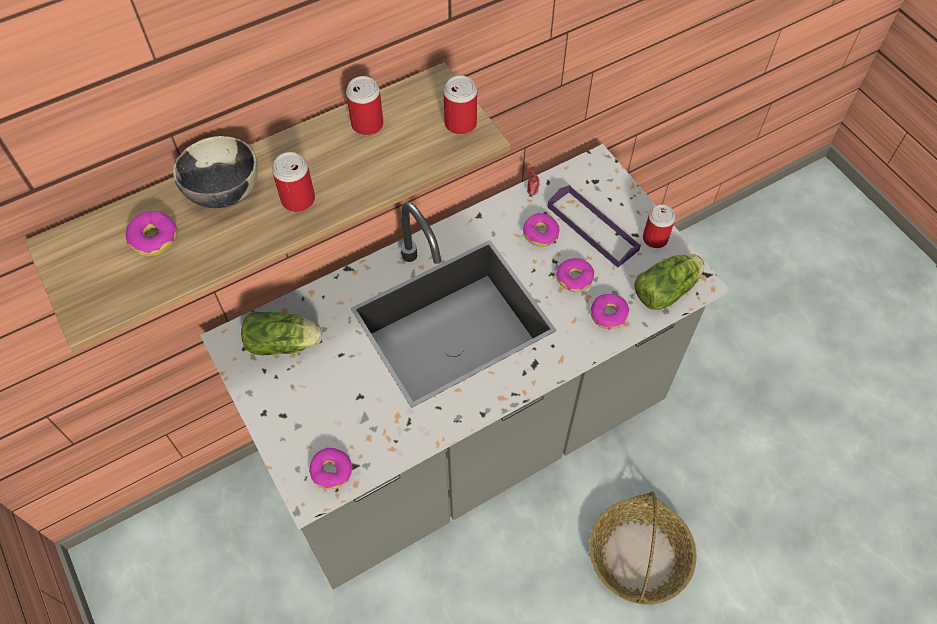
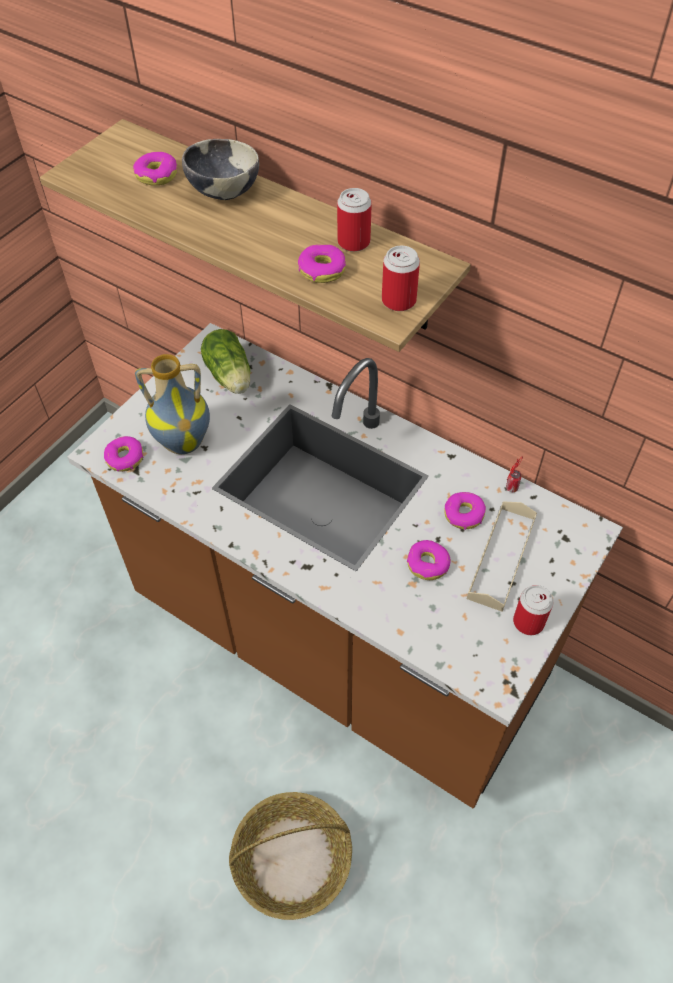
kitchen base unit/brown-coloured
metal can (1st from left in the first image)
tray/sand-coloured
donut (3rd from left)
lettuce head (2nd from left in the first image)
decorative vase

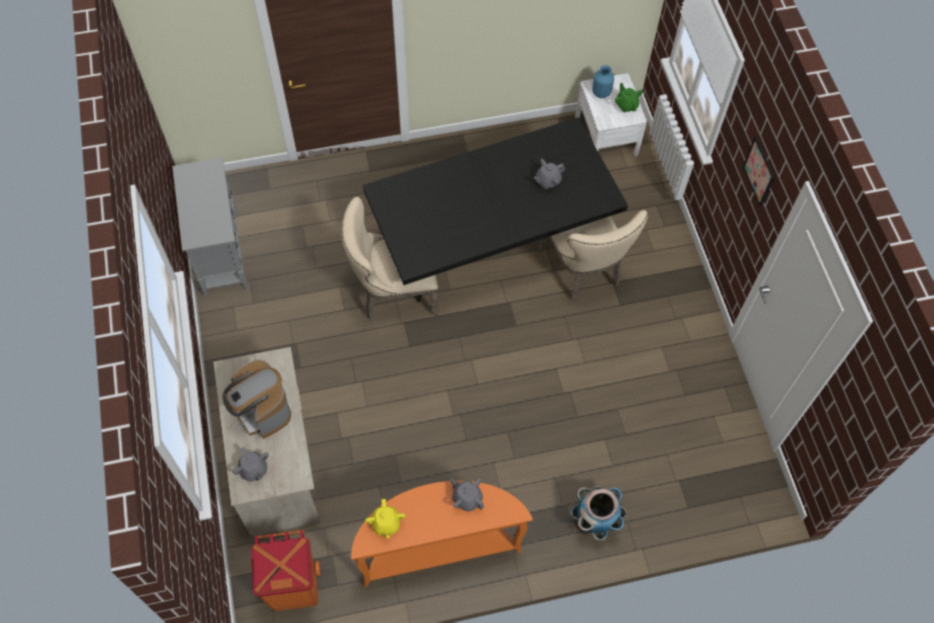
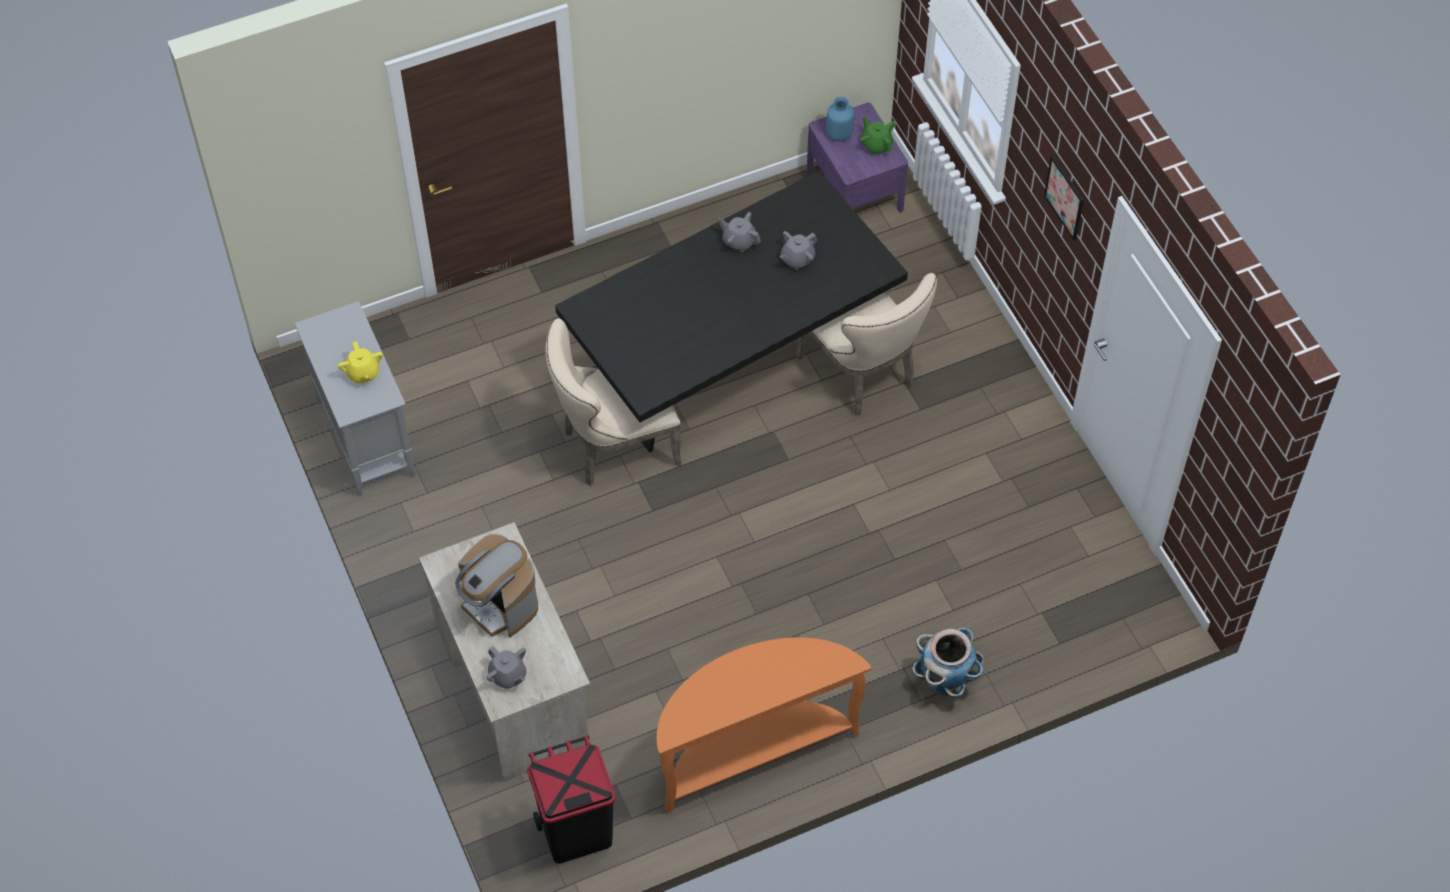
waste bin/black
teapot/yellow
teapot/greyish (2nd from left)
night table/purple-coloured

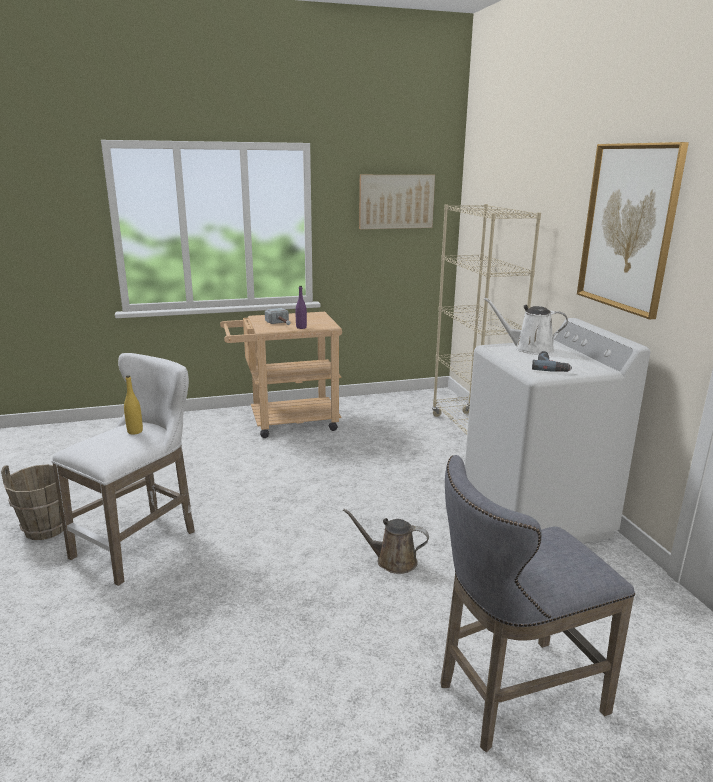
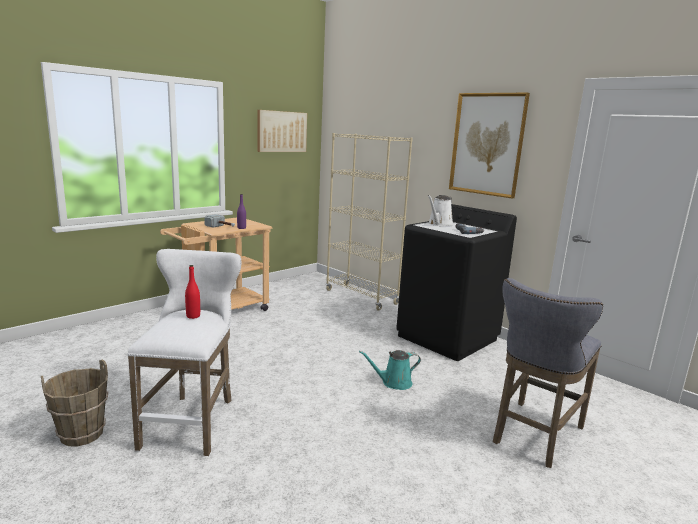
drink bottle/red
sprinkling can/turquoise-coloured
washing machine/black
sprinkling can/whitish

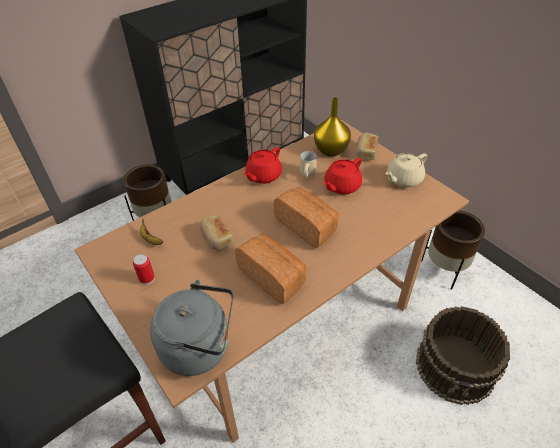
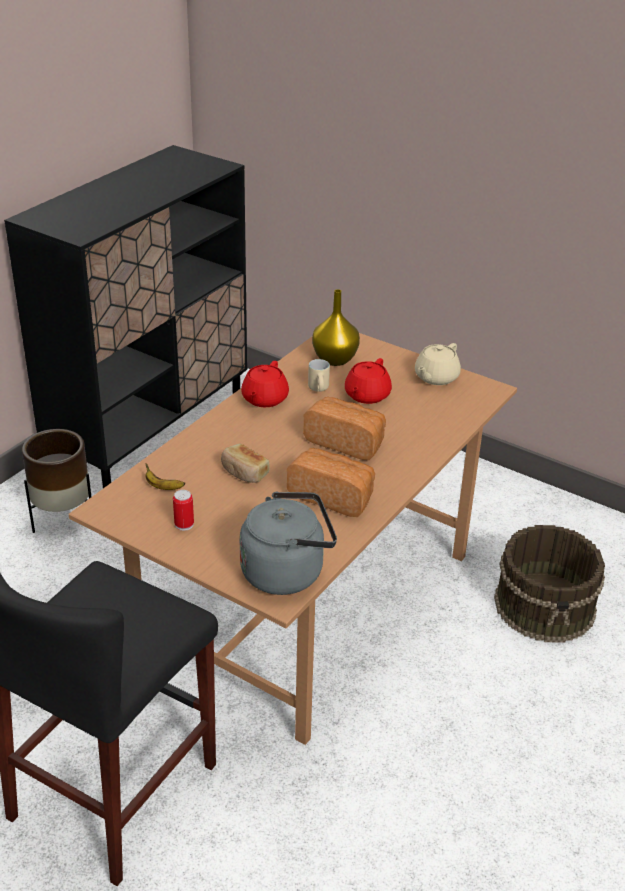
baked bread (4th from left in the first image)
planter/brown-coloured (2nd from left in the first image)

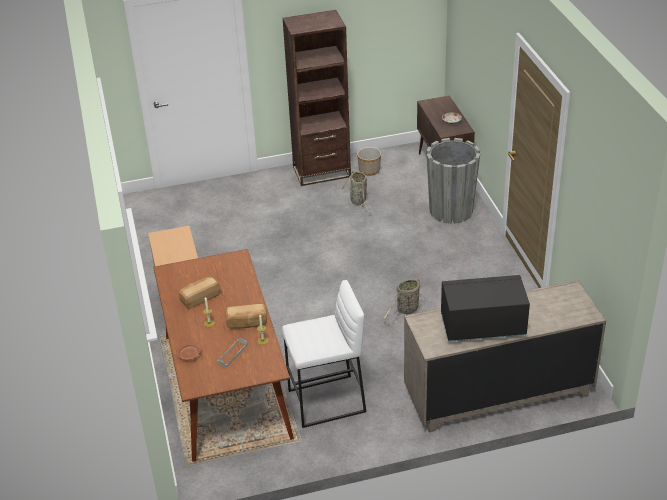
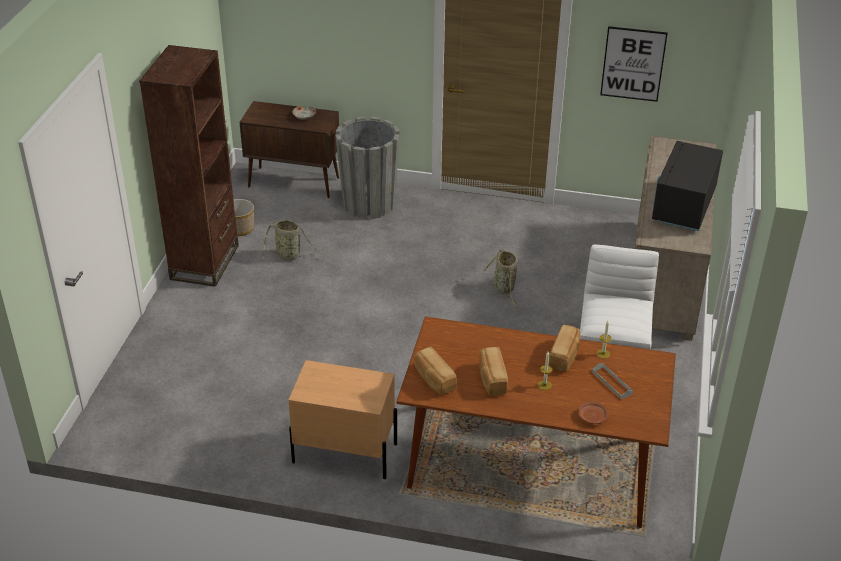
baked bread (1st from left)
picture

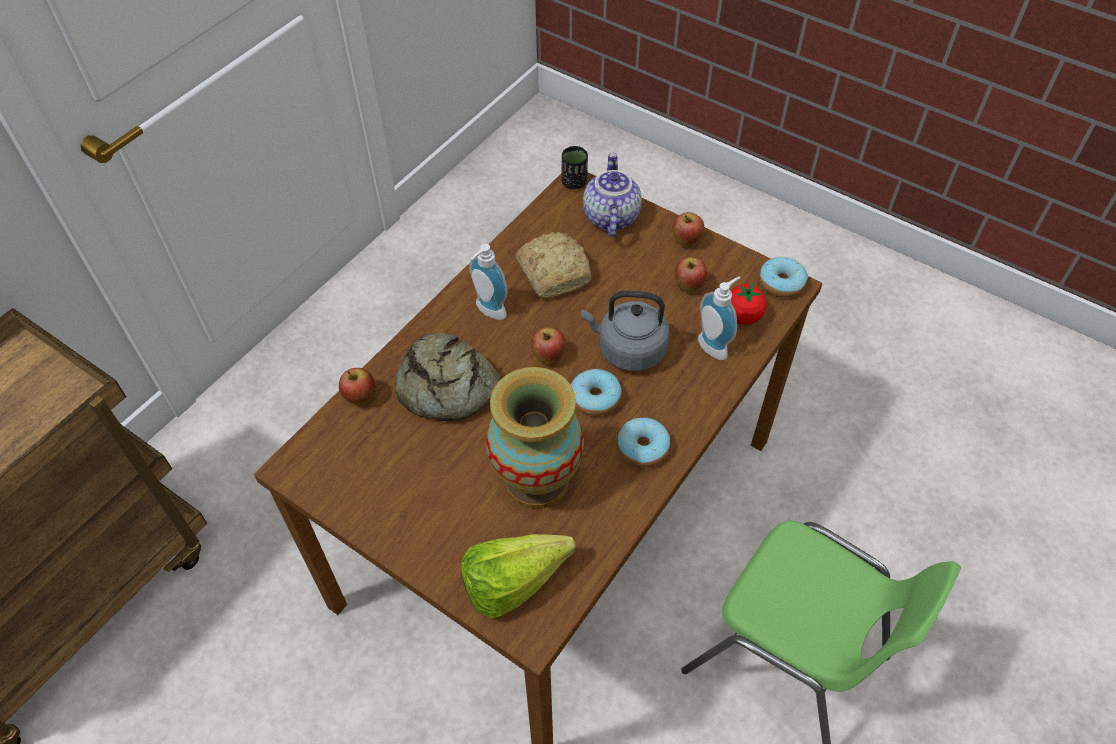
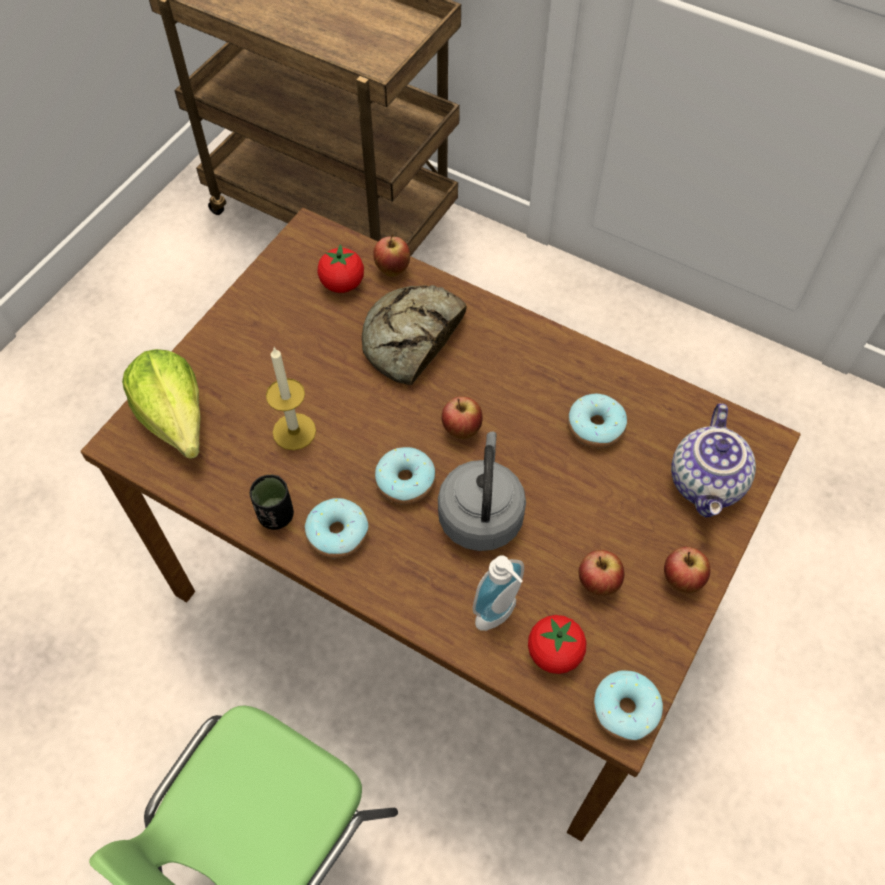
soap dispenser (1st from left in the first image)
wax candle
donut (3rd from left)
drinking cup/black
teapot
fresh tomato (1st from left)

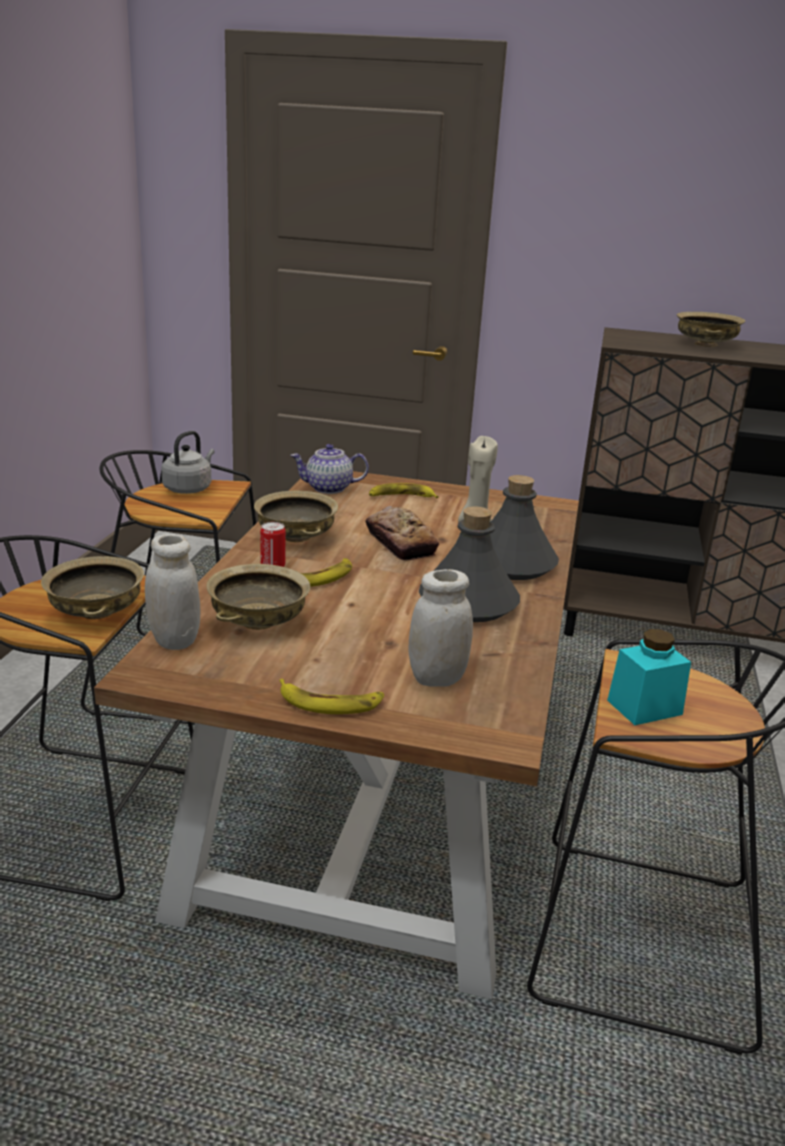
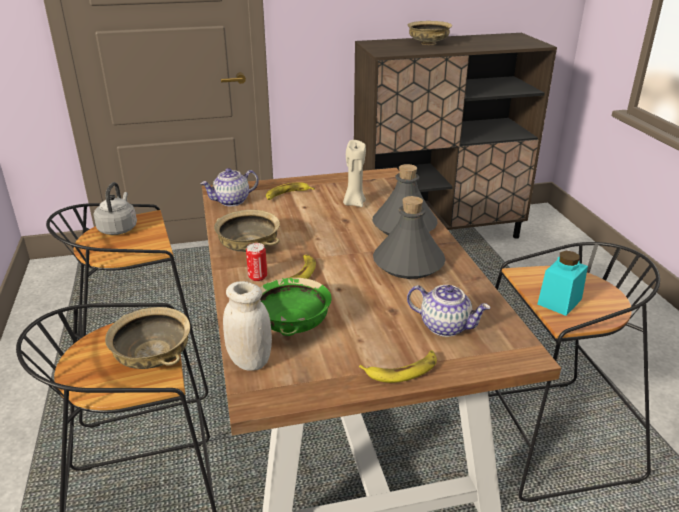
deep dish/green-coloured
baked bread
teapot (2nd from left)

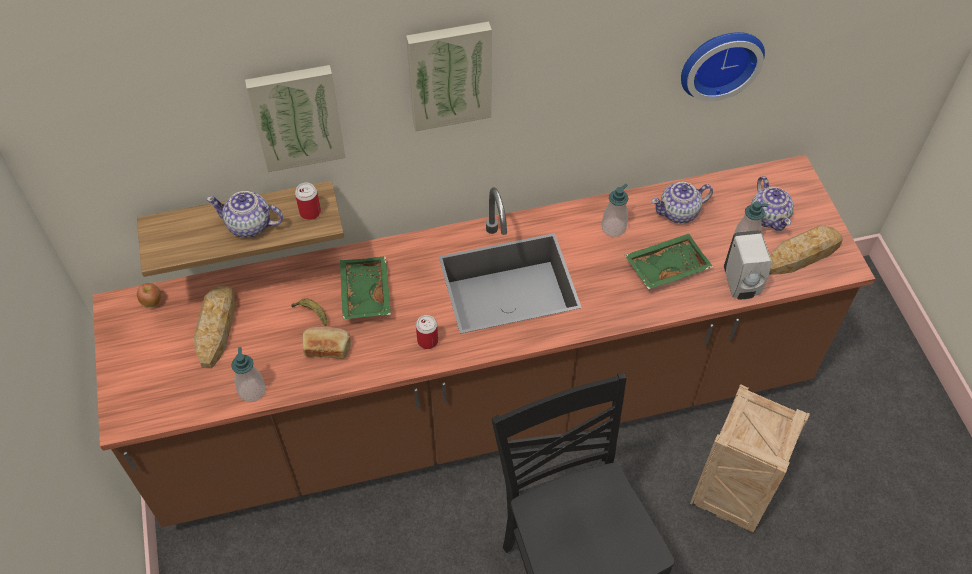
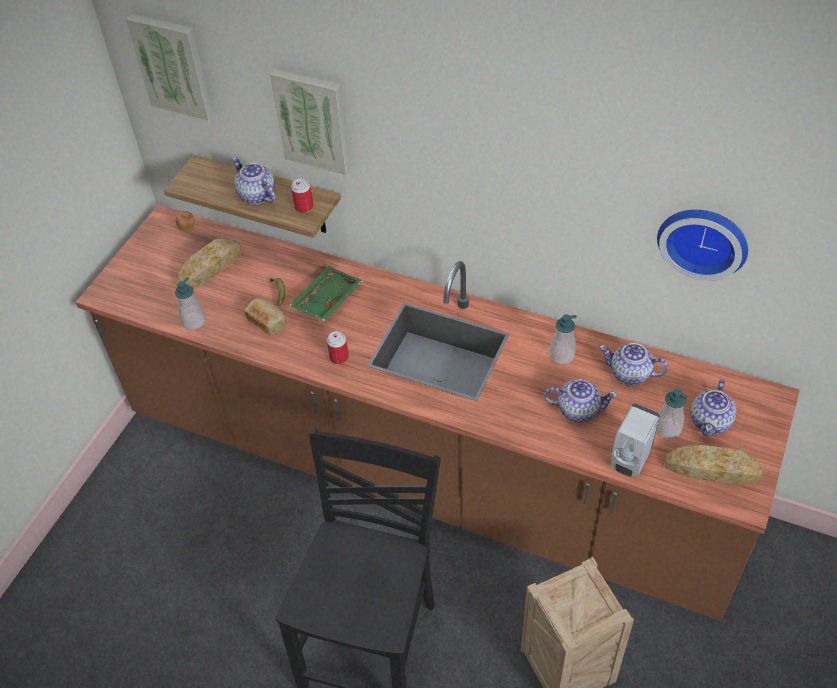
picture (1st from left)
teapot (2nd from left)

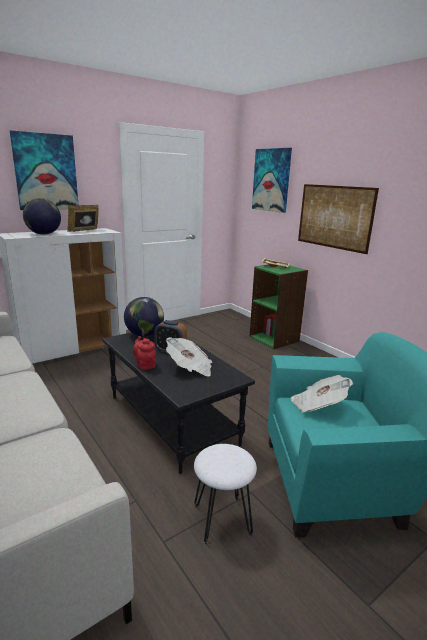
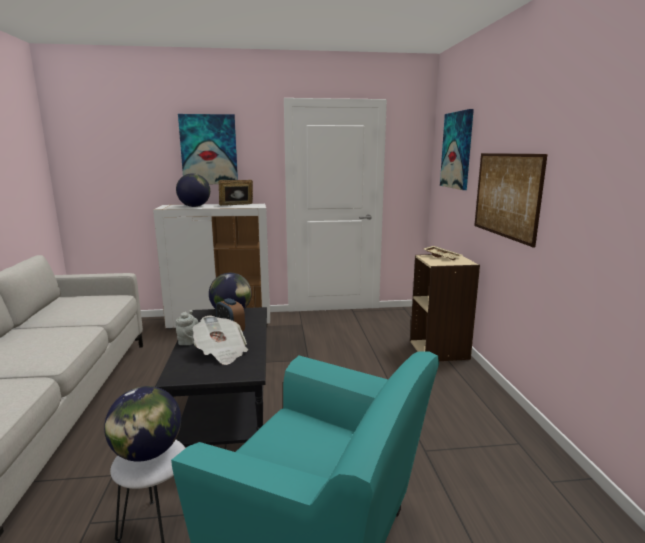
teapot/greyish
shelving unit/sand-coloured
printed paper (2nd from left in the first image)
globe (1st from left)

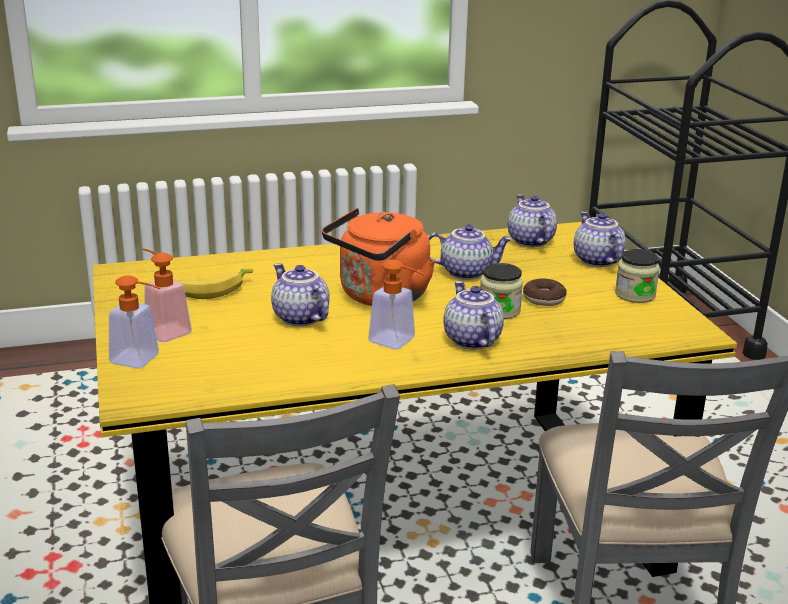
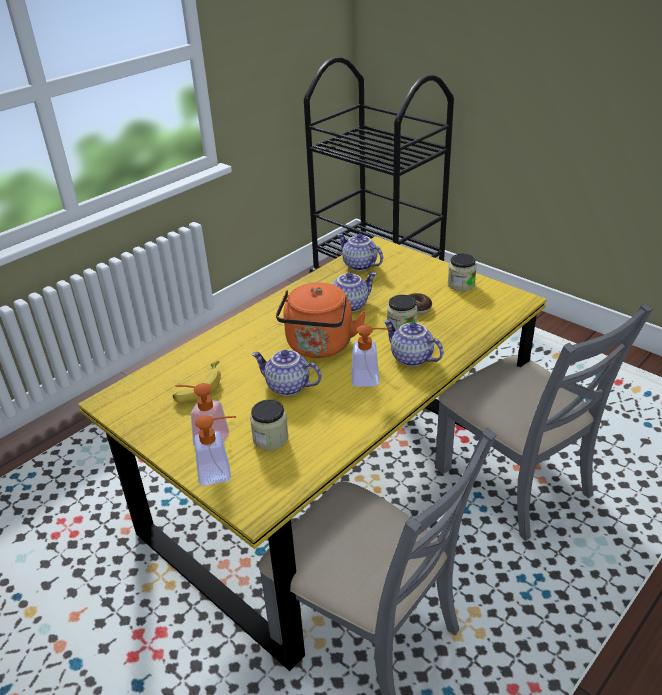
teapot (5th from left in the first image)
preserve jar (1st from left)

